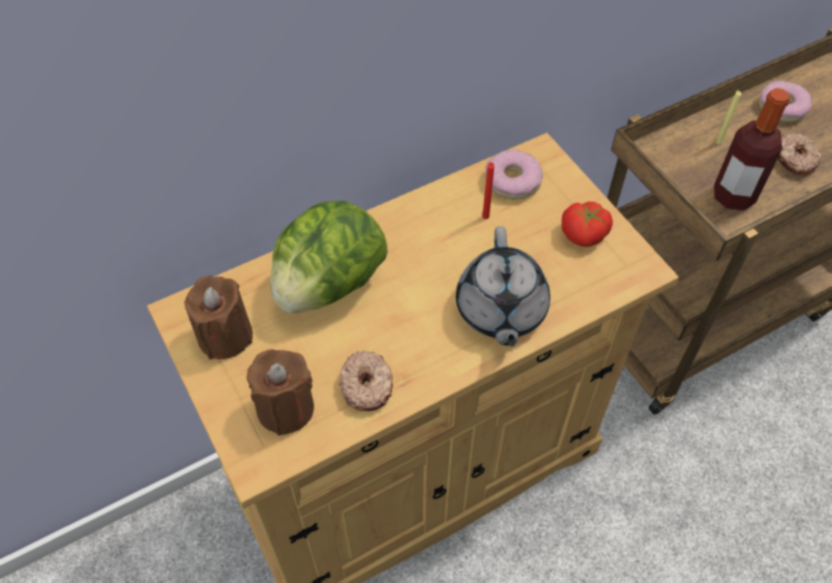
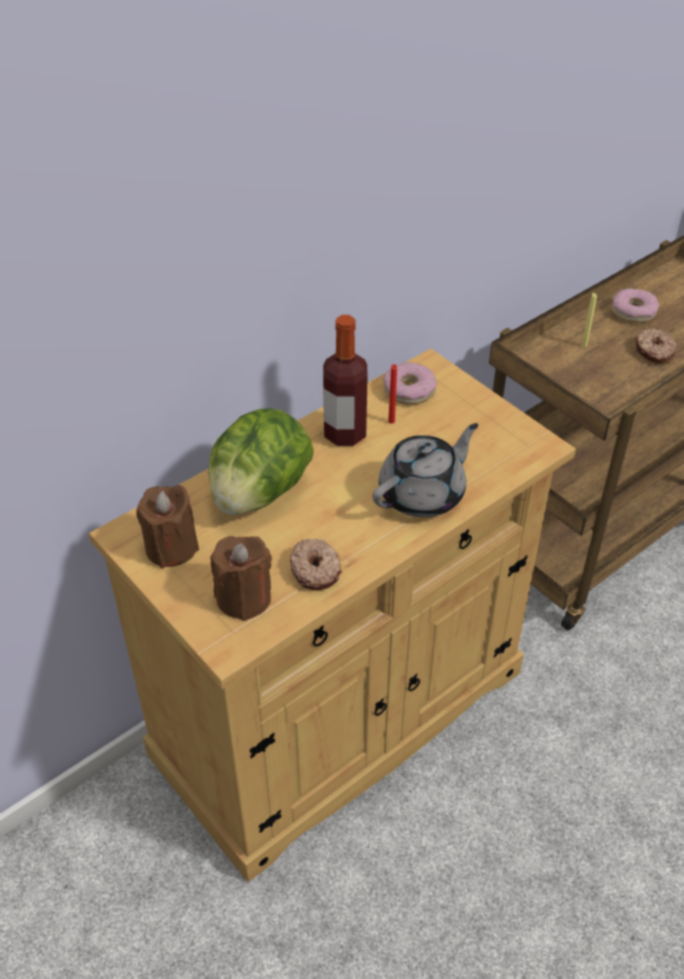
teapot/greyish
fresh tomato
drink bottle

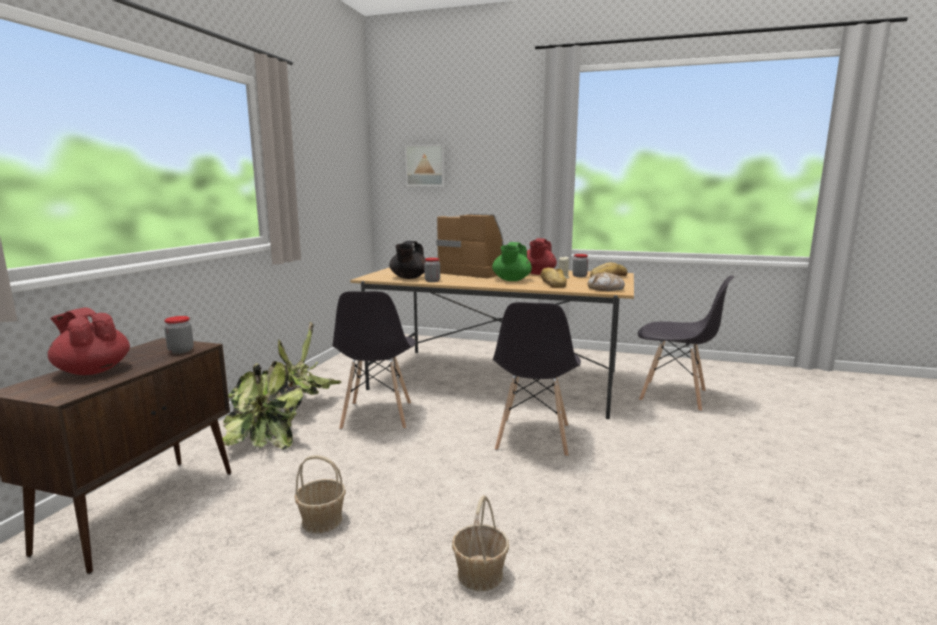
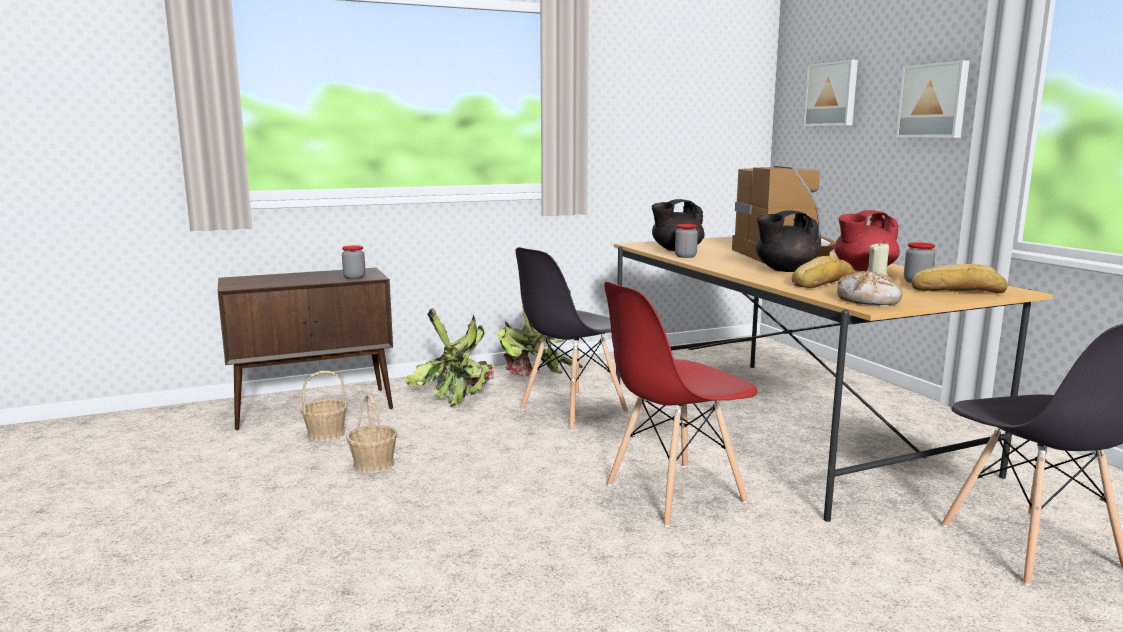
teapot/red (1st from left in the first image)
basket (1st from left)
teapot/black (2nd from left)
upright chair/red
picture (2nd from left)

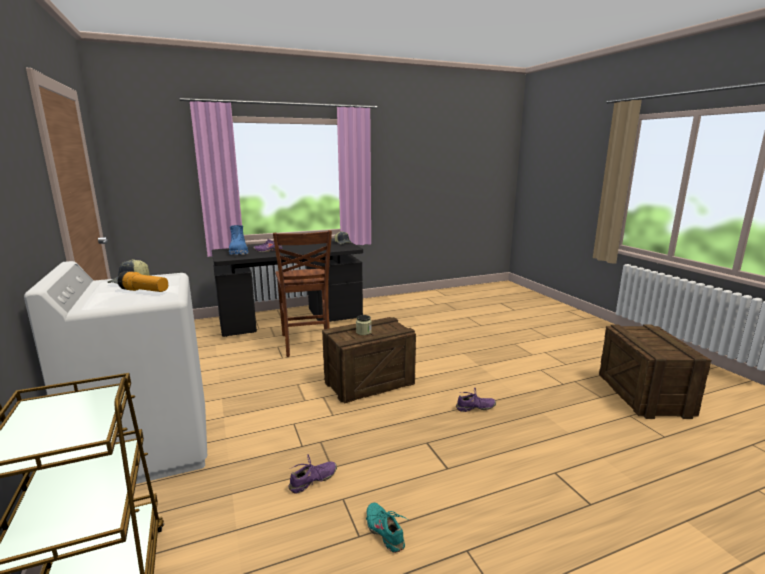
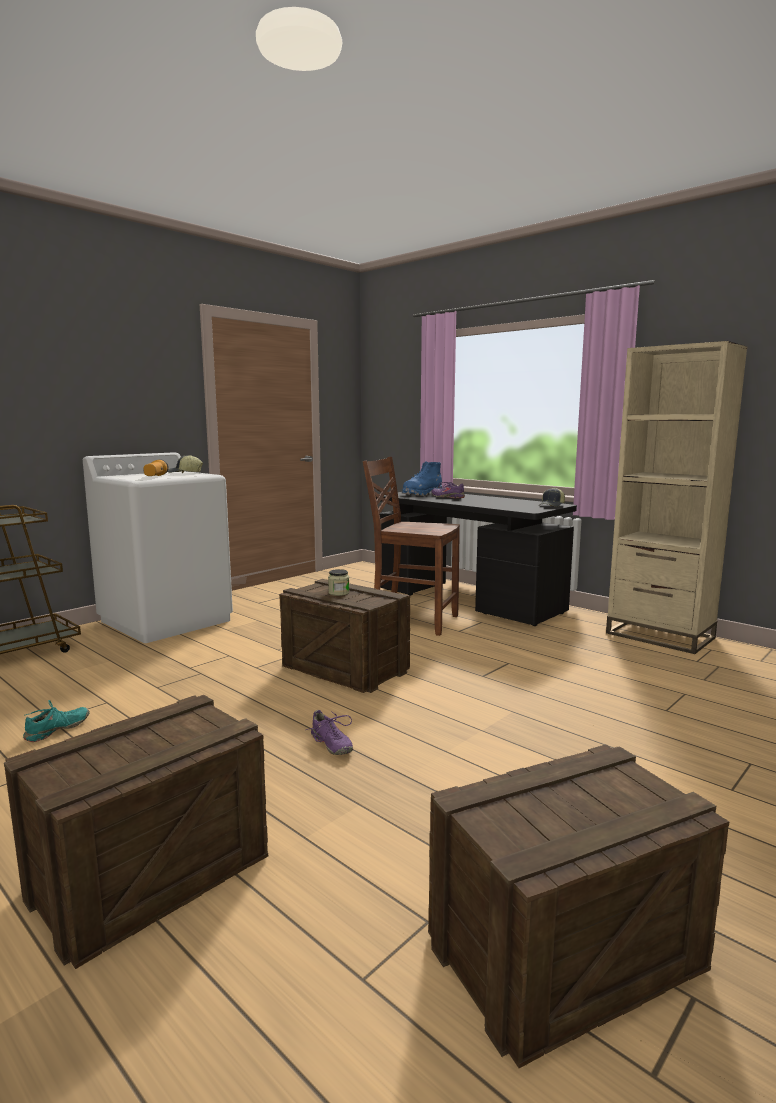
upright chair/brown-coloured
low shoe/purple-coloured (2nd from left in the first image)
packing crate (1st from left)
shelving unit/sand-coloured

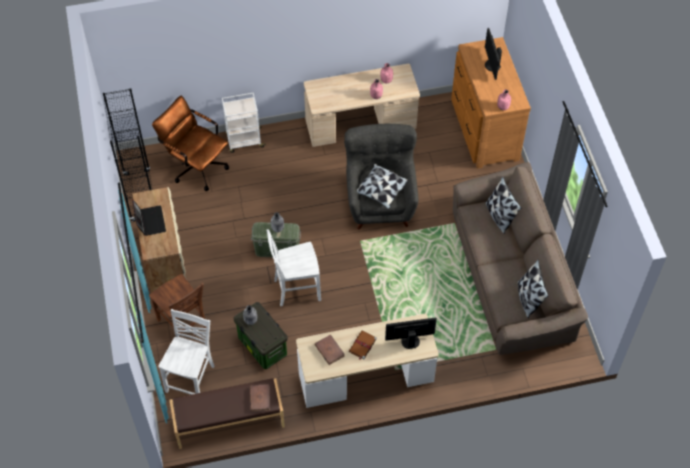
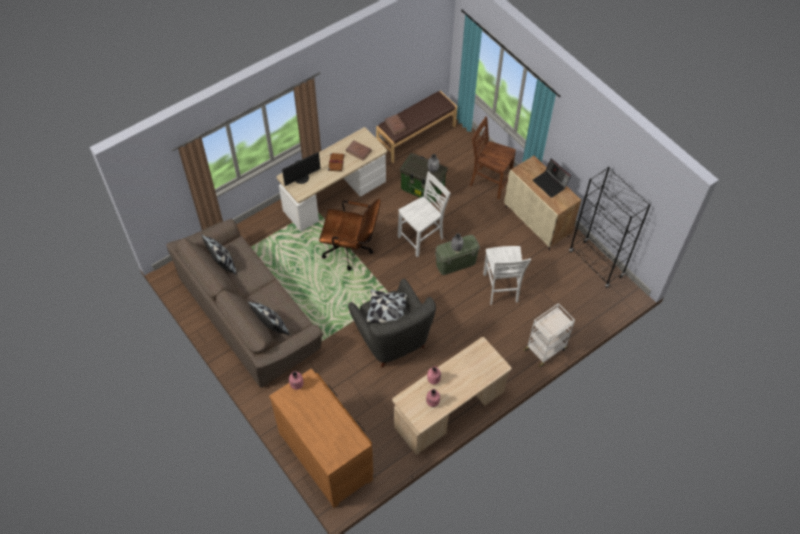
office chair/brown-coloured
upright chair/whitish (2nd from left)
monitor (2nd from left in the first image)

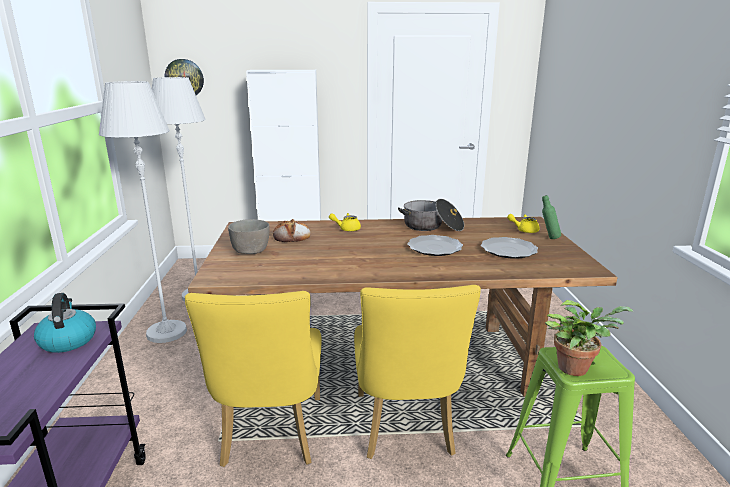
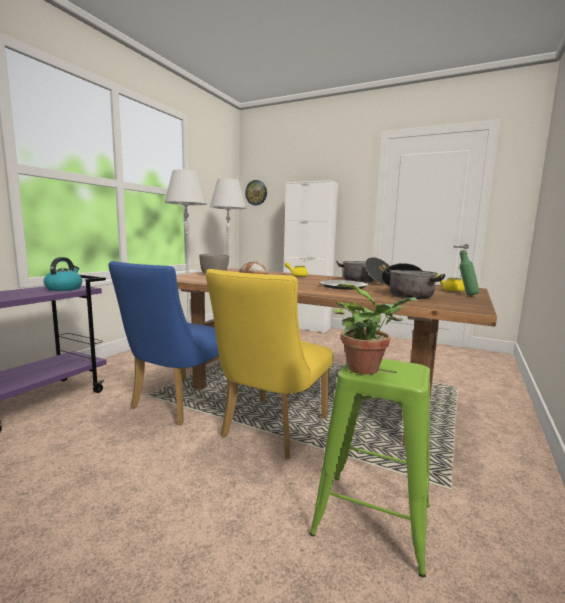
upright chair/bluish
cooking pot (2nd from left)

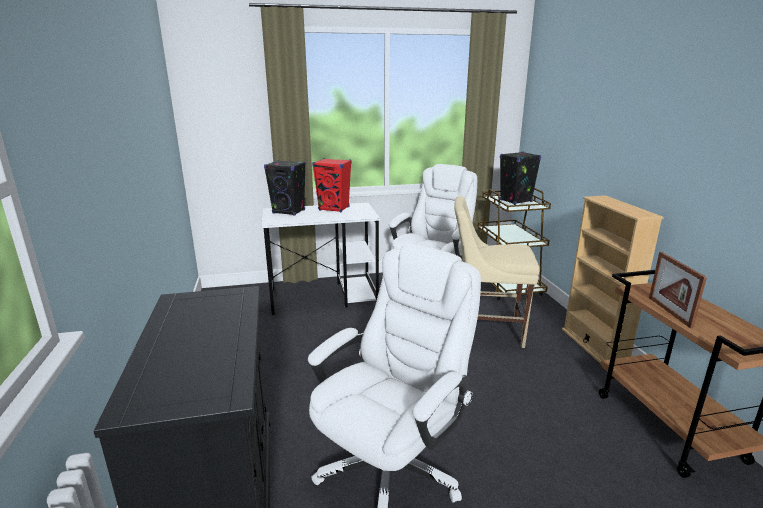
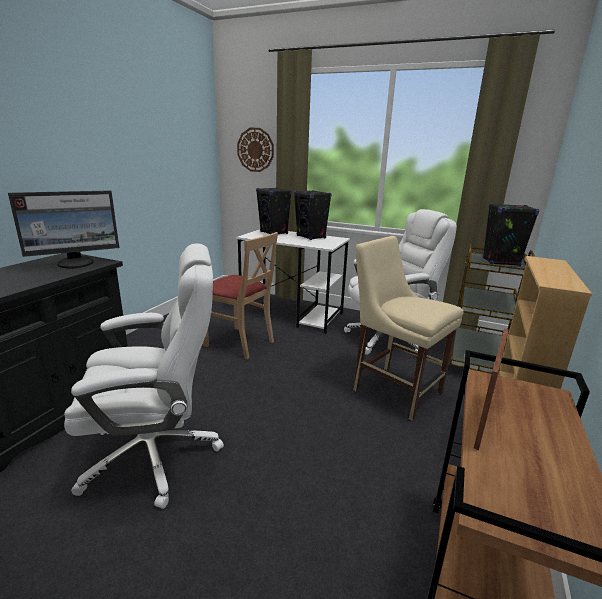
speaker/black (2nd from left)
monitor
upright chair/sand-coloured (1st from left)
hanging clock

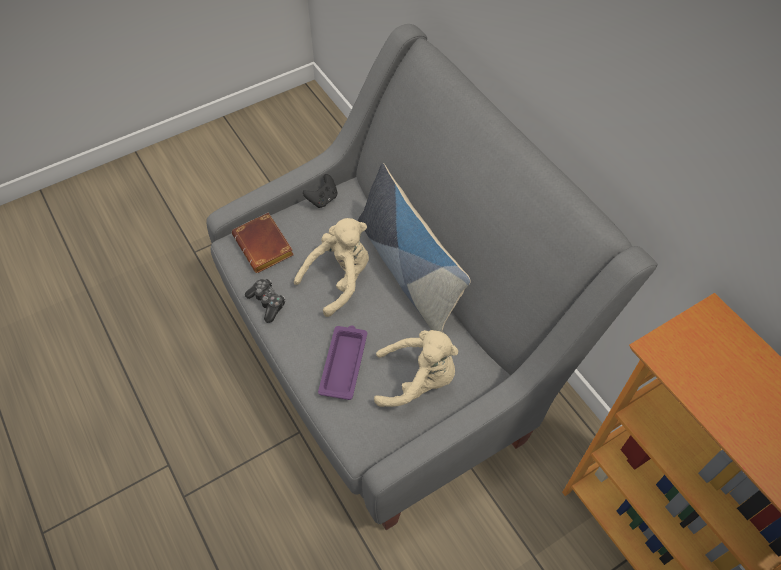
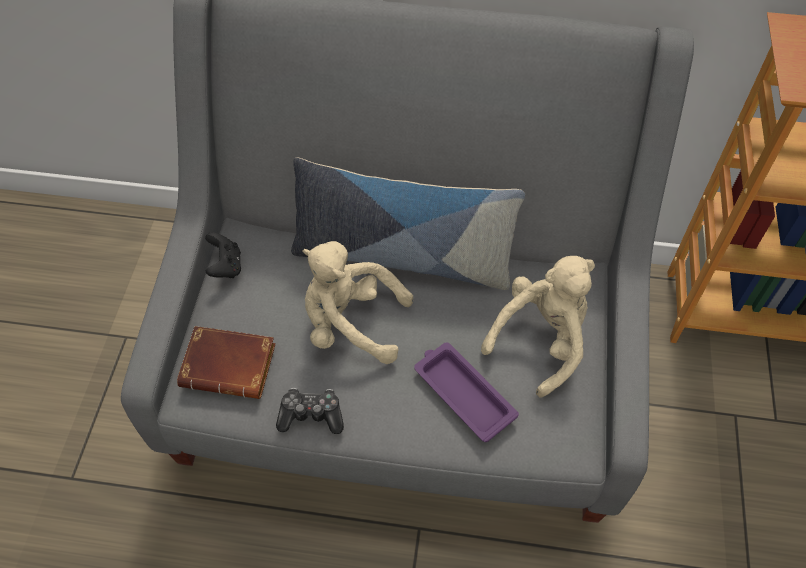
cuddly toy/sand-coloured (1st from left)

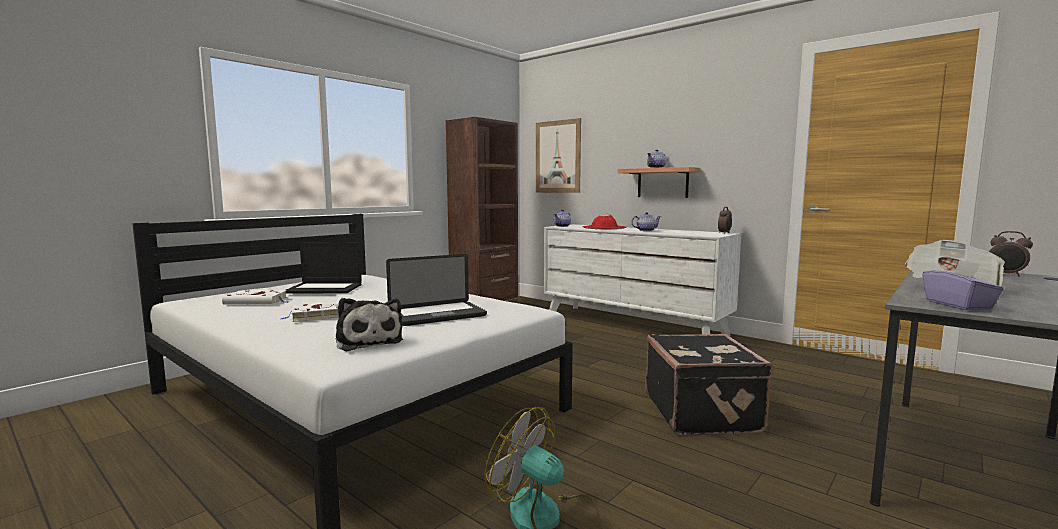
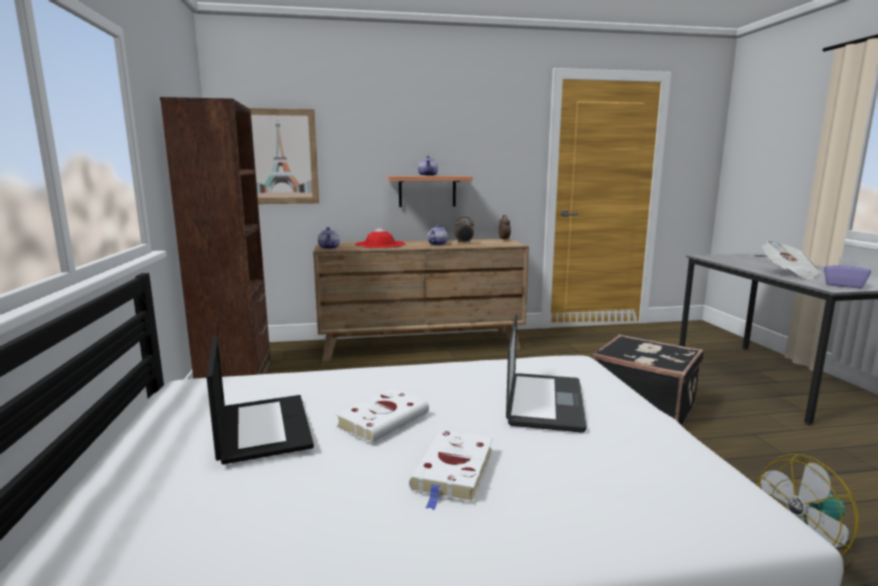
volume/whitish (1st from left)
portable computer (1st from left)
cuddly toy
chest of drawers/brown-coloured
alarm clock (1st from left)

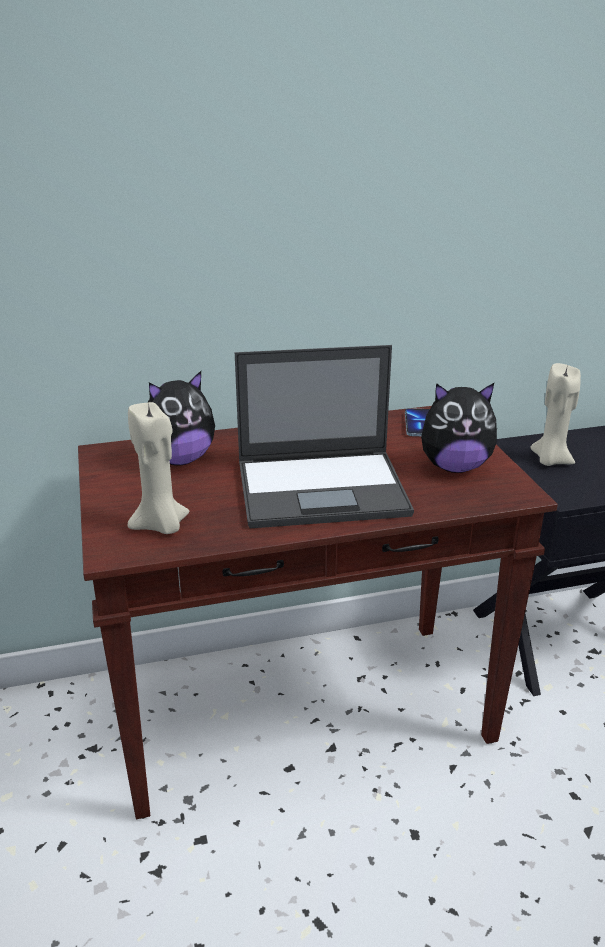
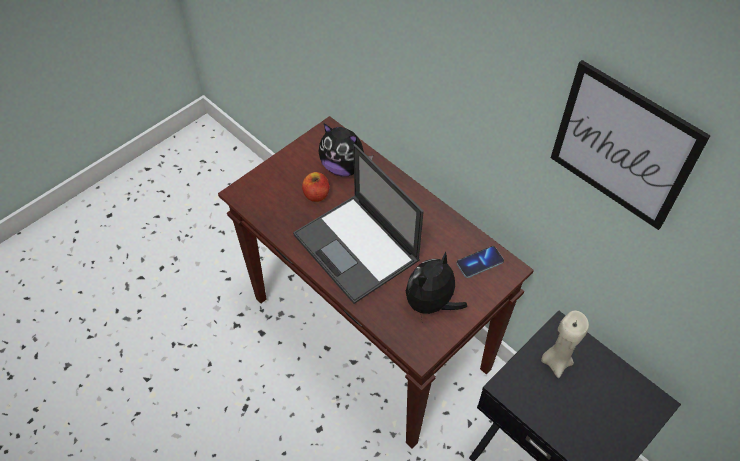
wax candle/sand-coloured (1st from left in the first image)
cuddly toy (2nd from left)
whole apple
picture

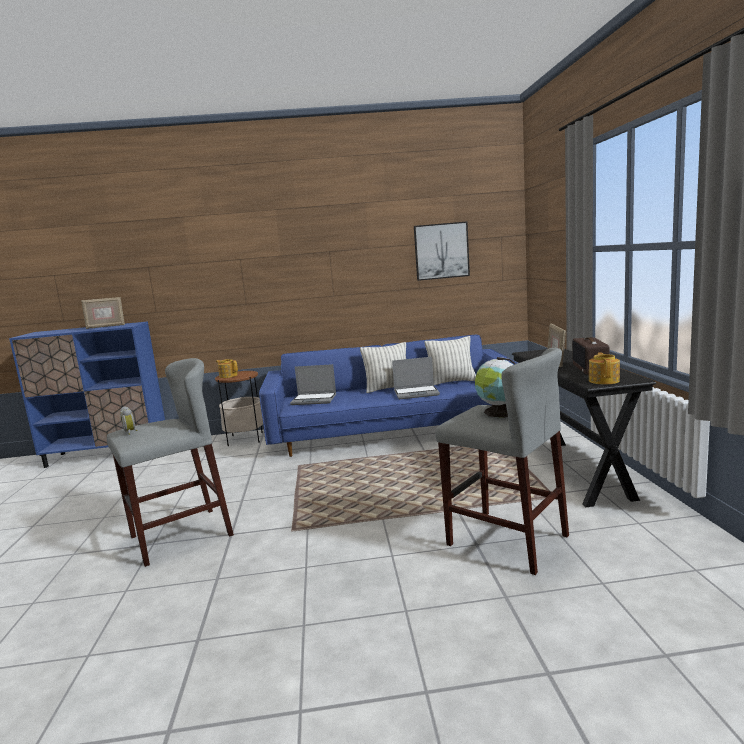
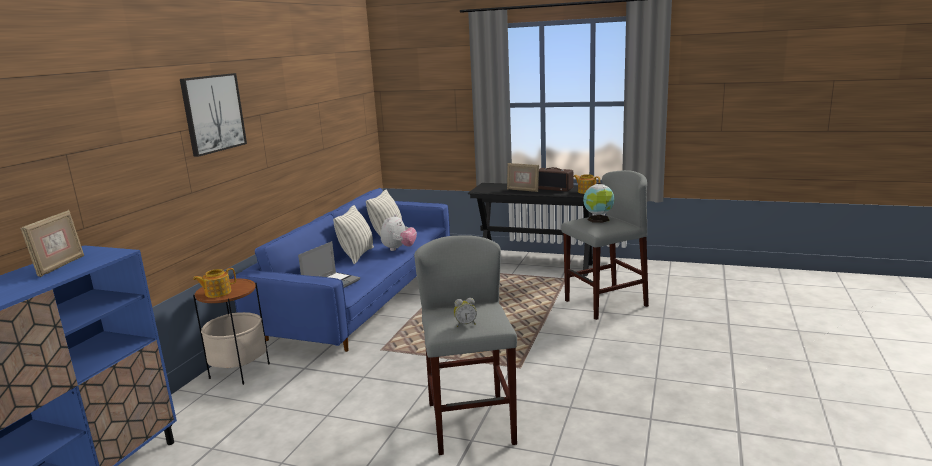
cuddly toy
picture

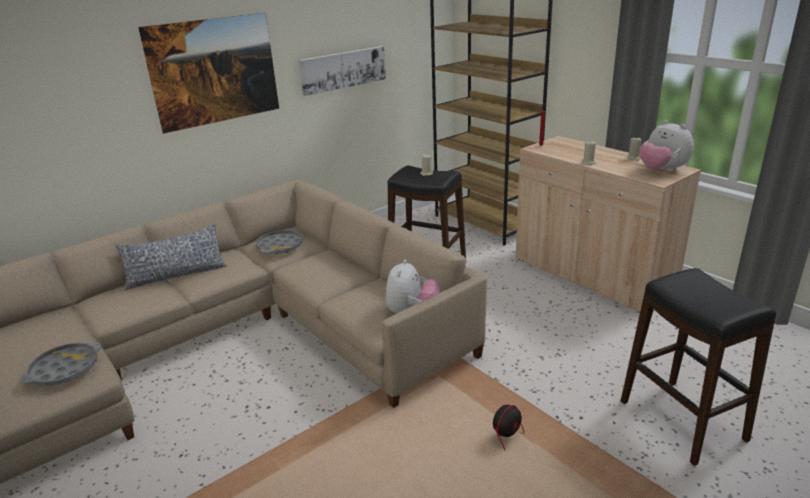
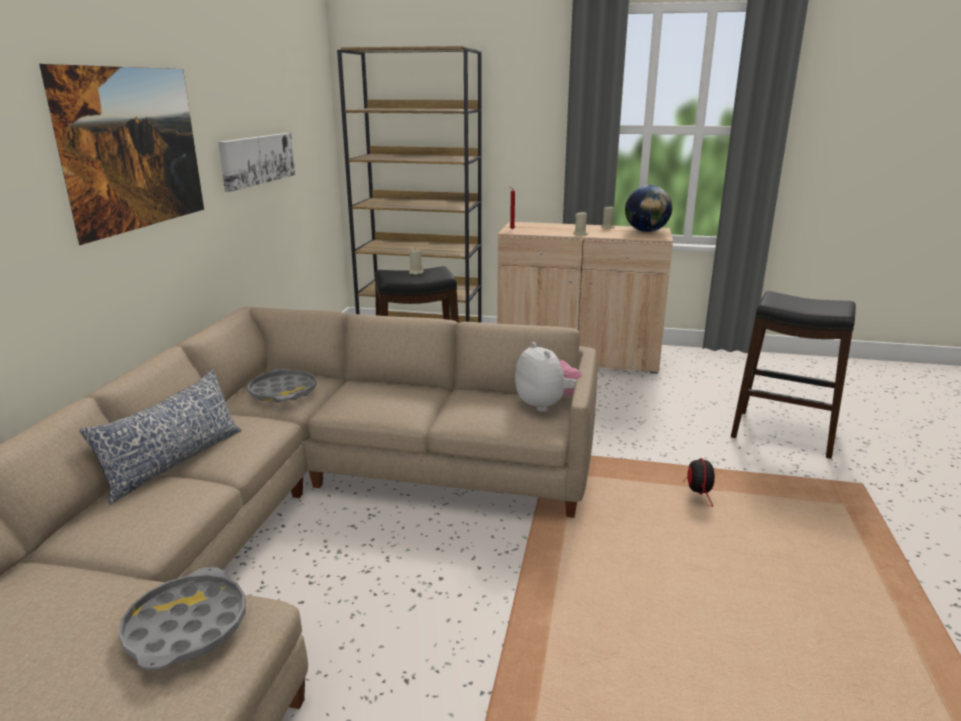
globe

